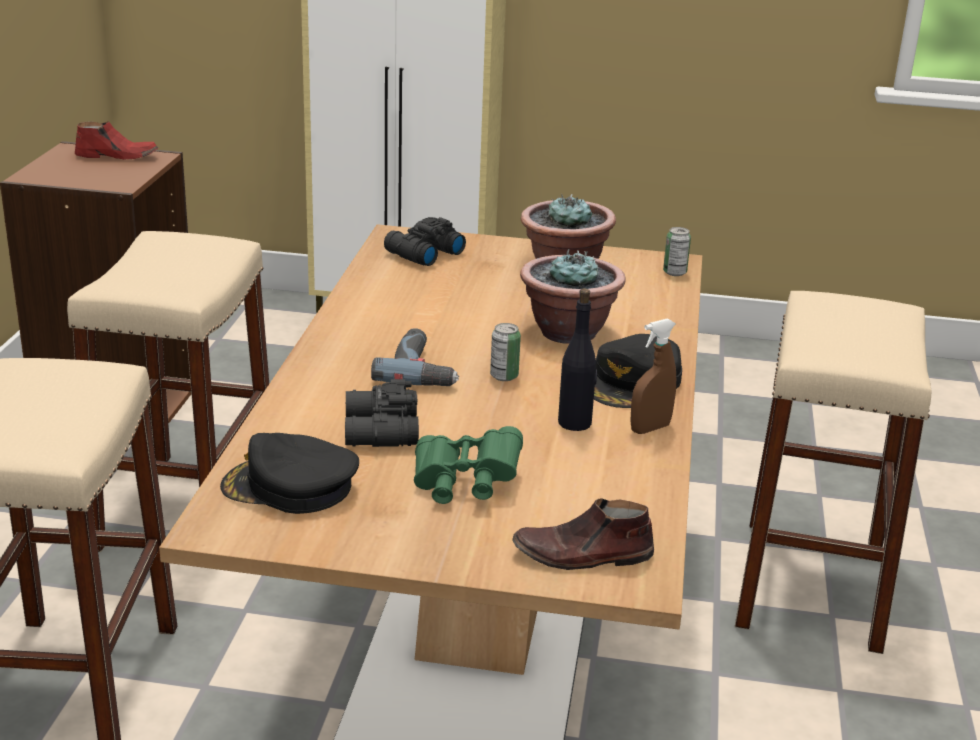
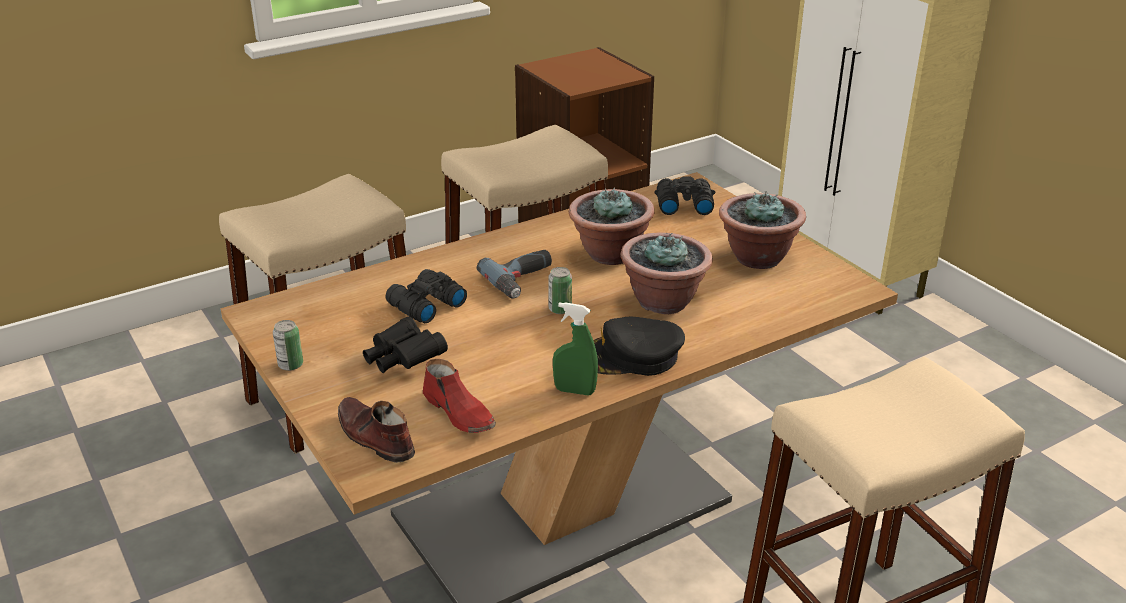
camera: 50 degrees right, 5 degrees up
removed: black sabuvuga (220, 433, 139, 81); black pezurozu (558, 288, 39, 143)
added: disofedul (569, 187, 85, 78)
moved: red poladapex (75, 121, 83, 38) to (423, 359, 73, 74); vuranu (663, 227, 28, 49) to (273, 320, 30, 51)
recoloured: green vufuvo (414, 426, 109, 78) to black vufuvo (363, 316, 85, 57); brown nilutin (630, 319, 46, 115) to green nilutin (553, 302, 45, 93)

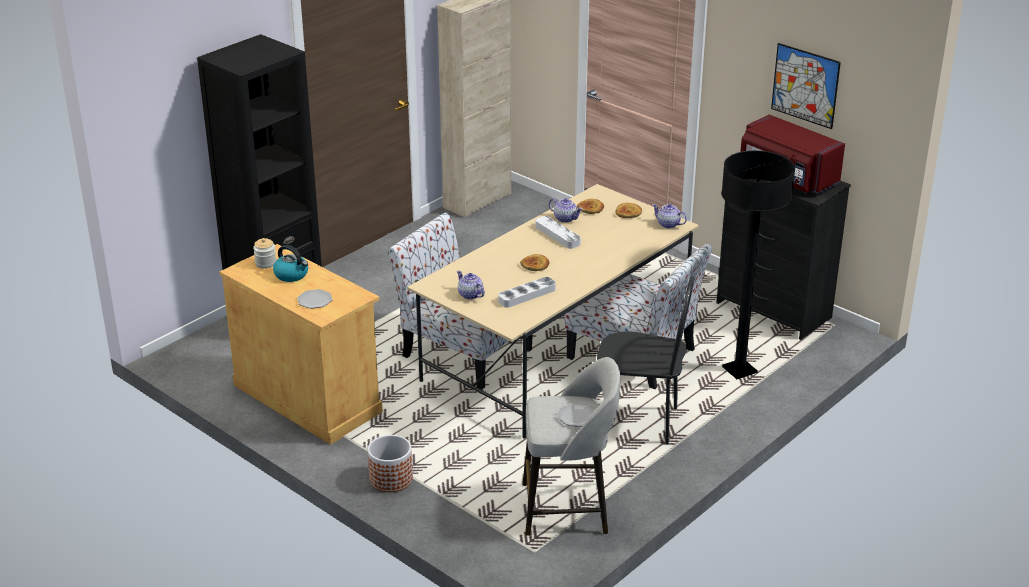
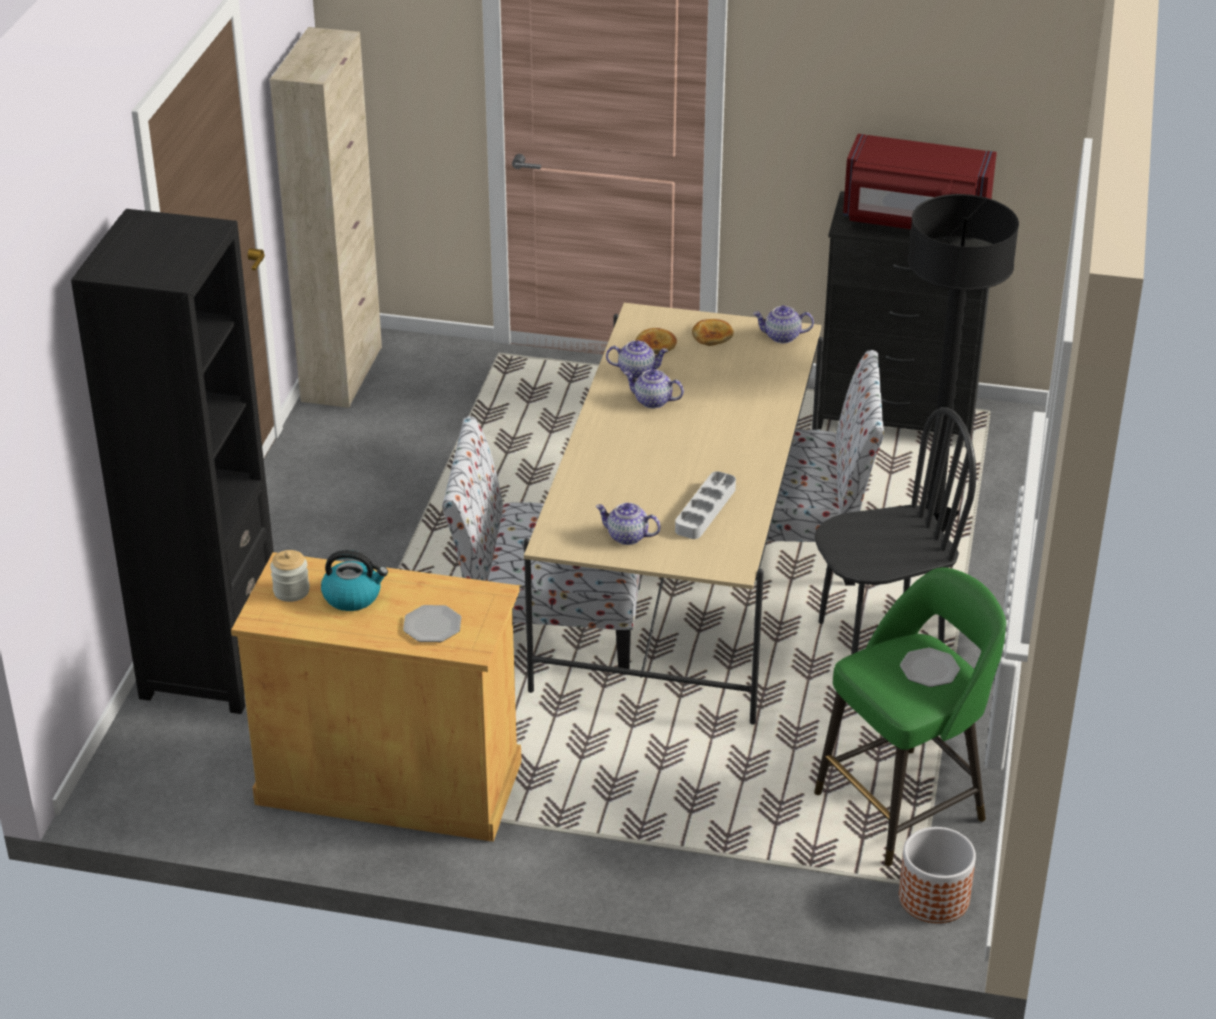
camera: 30 degrees left, 5 degrees up
removed: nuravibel (520, 254, 30, 17); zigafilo (771, 43, 70, 86)
moved: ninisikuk (368, 435, 45, 57) to (899, 827, 77, 96)
replaced: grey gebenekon (536, 216, 45, 33) to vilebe (624, 369, 60, 39)
recoloured: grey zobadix (522, 357, 98, 179) to green zobadix (814, 567, 192, 299)

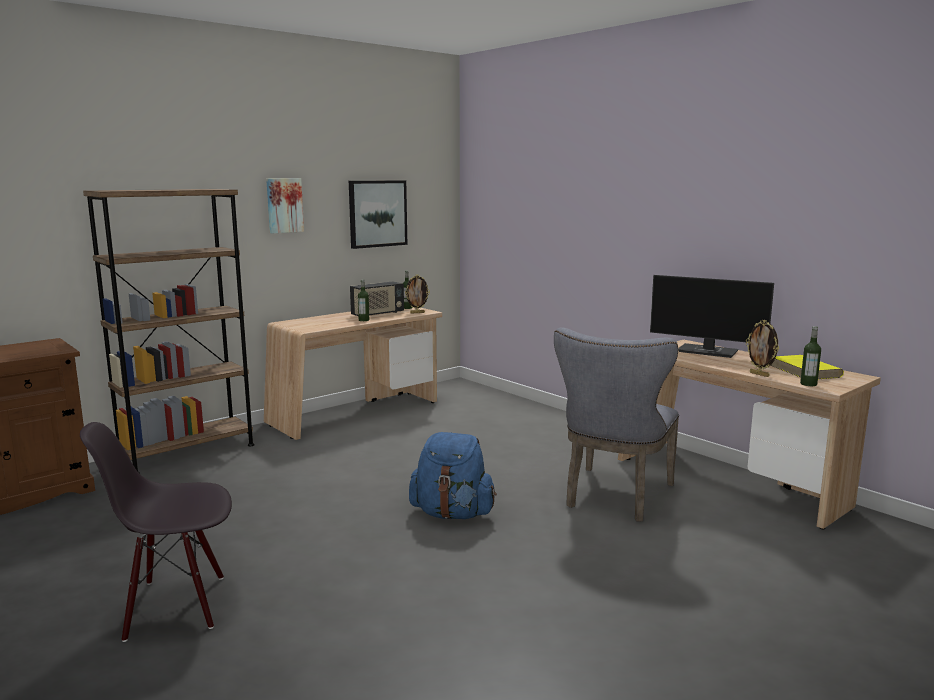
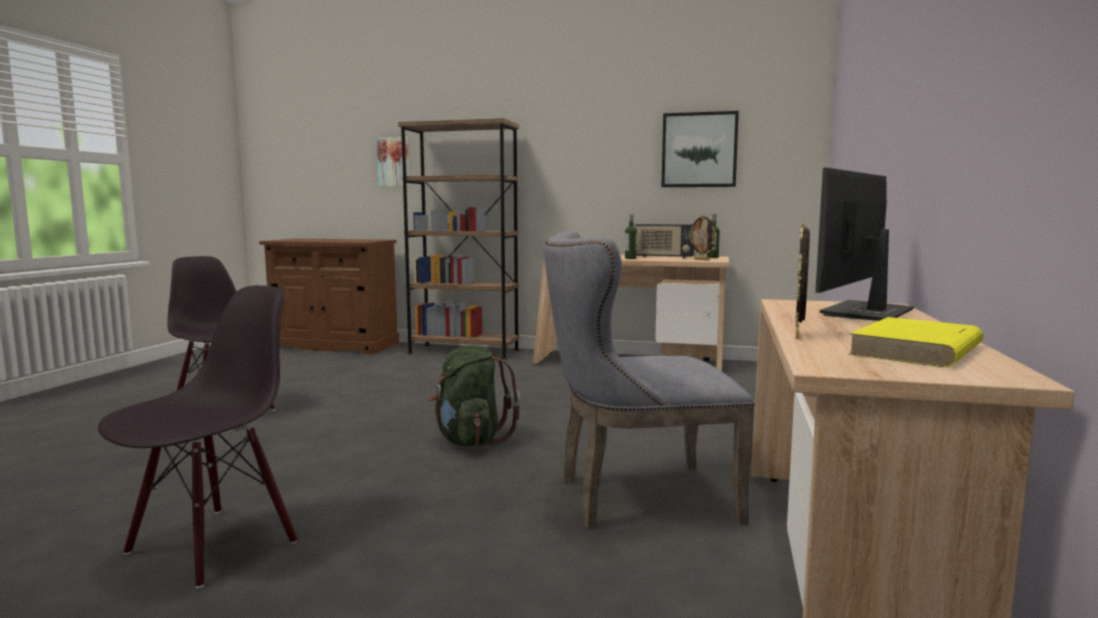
camera: 55 degrees right, 5 degrees down
removed: pezurozu (800, 326, 21, 60)
added: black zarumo (98, 285, 200, 304)
moved: zigafilo (266, 178, 38, 55) to (377, 137, 32, 50)
recoloured: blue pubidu (409, 432, 88, 87) to green pubidu (428, 345, 92, 101)
turned: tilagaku (650, 275, 124, 83) = (815, 168, 99, 153) 45 degrees clockwise

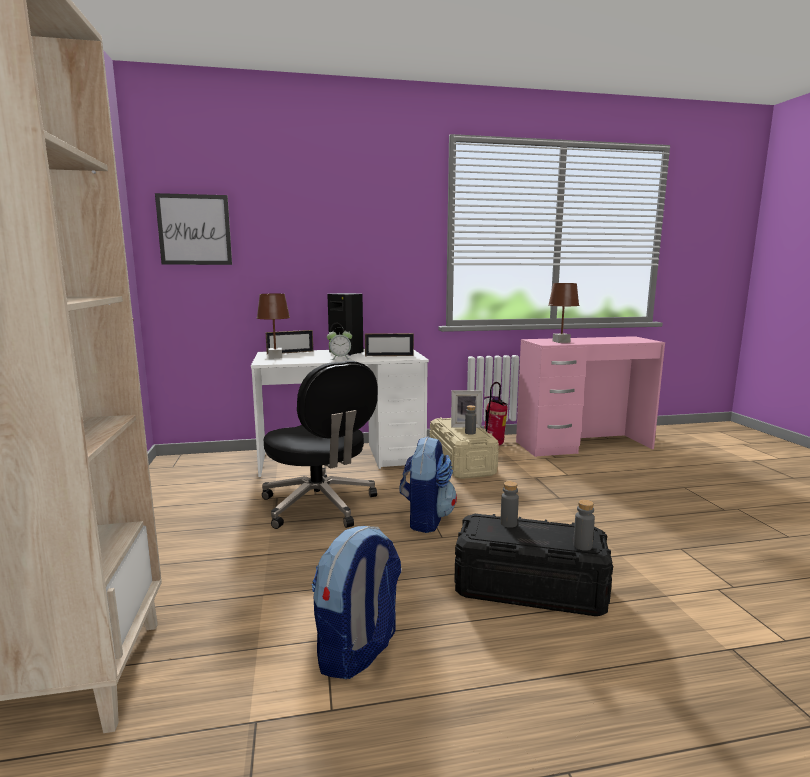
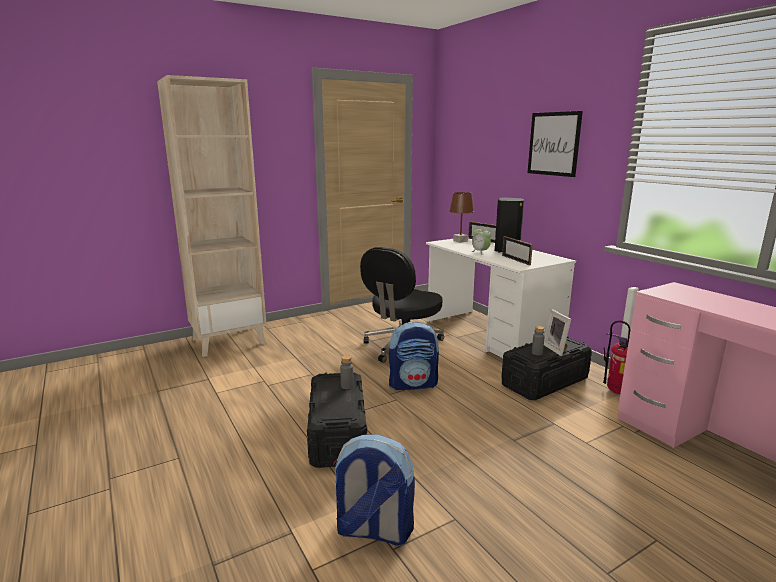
camera: 70 degrees right, 5 degrees up
removed: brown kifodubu (548, 283, 31, 60); grey pezurozu (573, 499, 22, 52)
moved: zigafilo (155, 193, 77, 72) to (528, 111, 55, 66); pubidu (312, 526, 89, 153) to (333, 434, 82, 112)
recoloured: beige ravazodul (430, 418, 69, 61) to black ravazodul (502, 336, 90, 64)

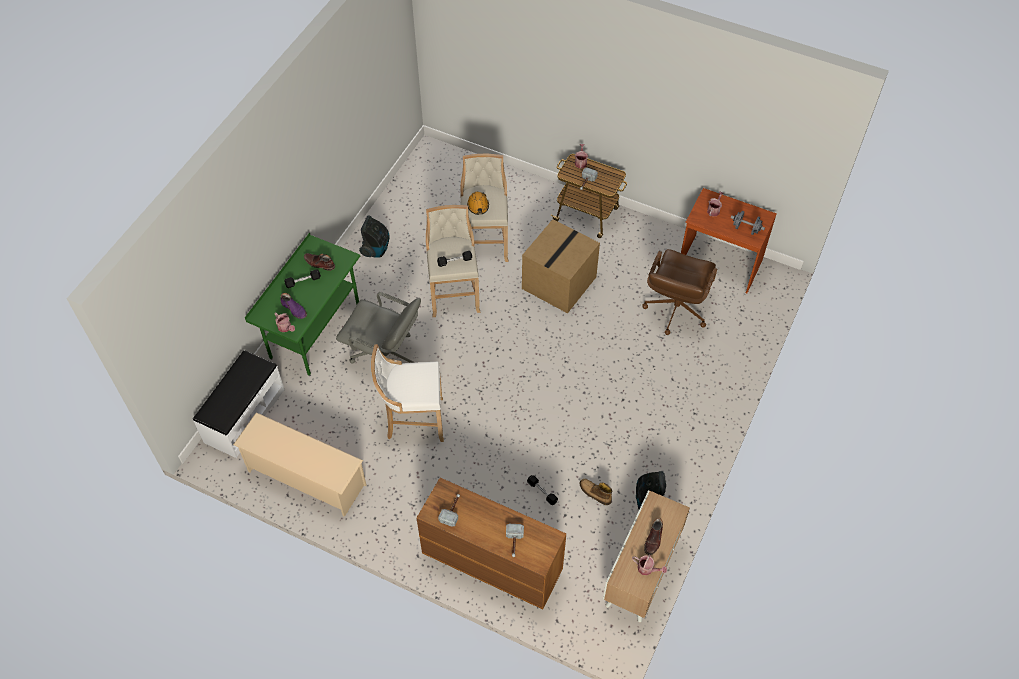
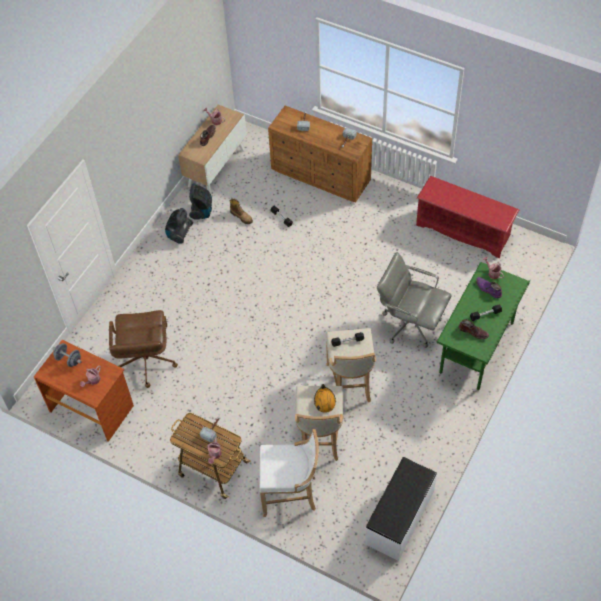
camera: 175 degrees left, 0 degrees up
removed: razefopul (522, 219, 78, 94)
moved: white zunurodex (193, 350, 92, 108) to (365, 457, 72, 104); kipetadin (359, 215, 31, 43) to (165, 208, 28, 36); white zobadix (371, 344, 73, 98) to (260, 429, 59, 88)
recoloured: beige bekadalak (233, 412, 133, 105) to red bekadalak (416, 176, 103, 82)
turned: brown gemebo (642, 249, 75, 86) = (109, 310, 69, 78) 150 degrees clockwise

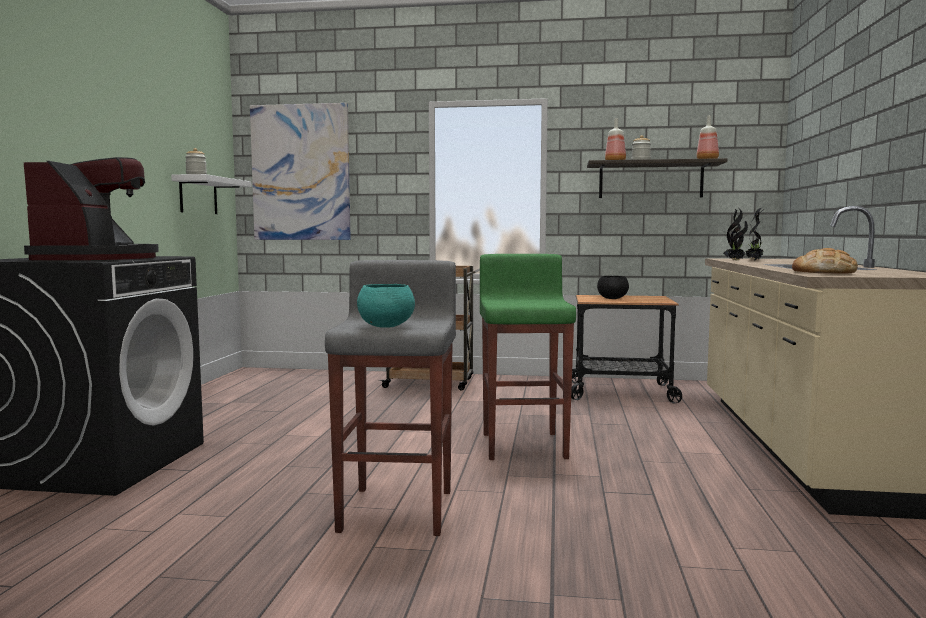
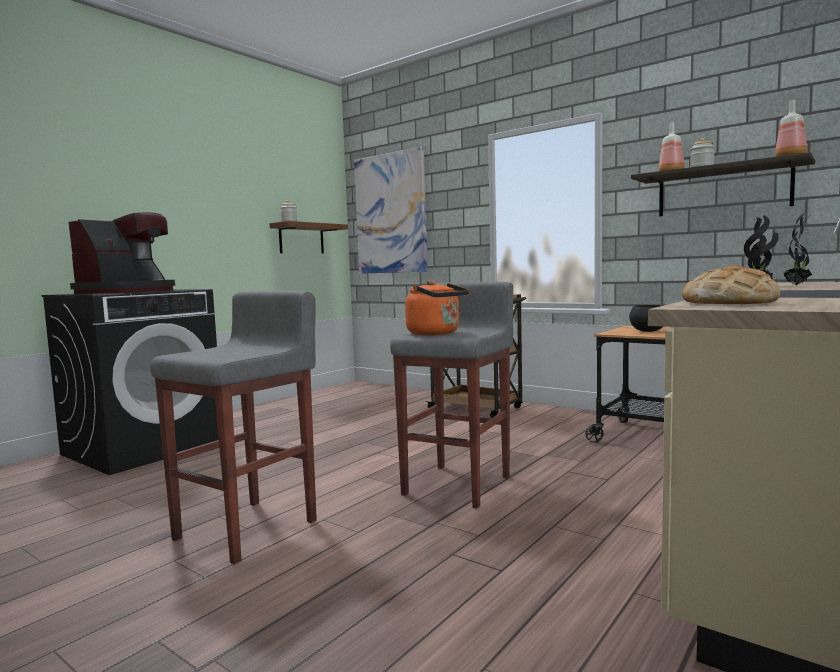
camera: 30 degrees right, 0 degrees up
removed: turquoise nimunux (357, 284, 58, 44)
added: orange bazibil (405, 281, 64, 54)
recoloured: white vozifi (171, 174, 80, 40) to brown vozifi (270, 221, 78, 32); green zobadix (480, 254, 96, 206) to grey zobadix (390, 282, 123, 226)

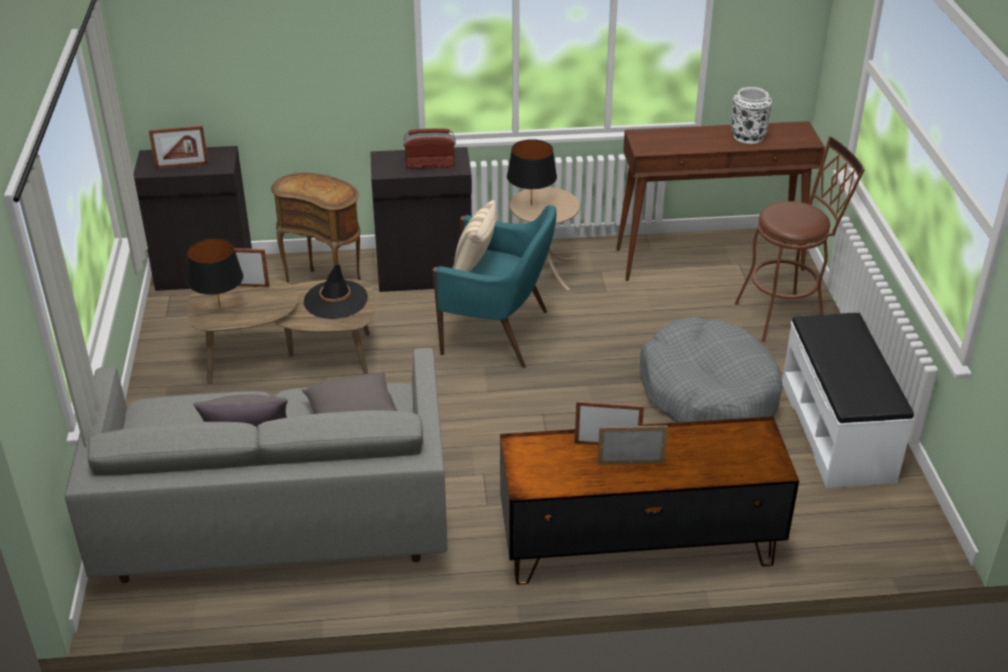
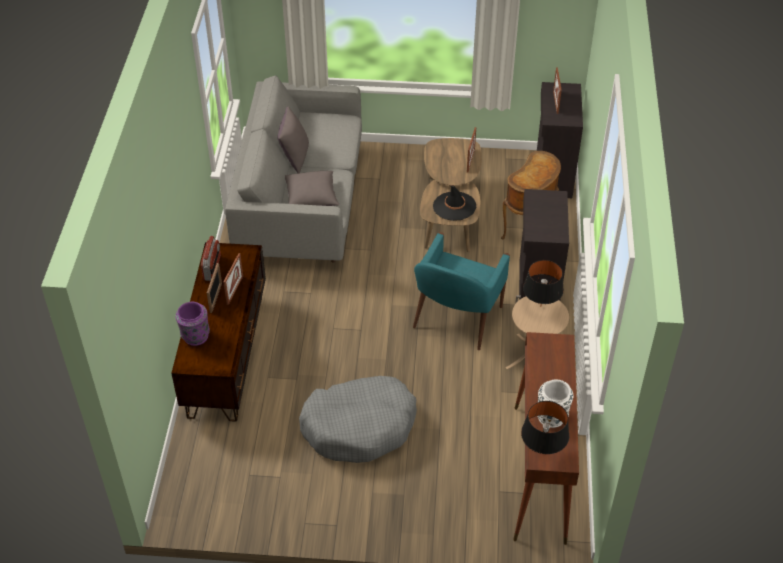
camera: 100 degrees right, 10 degrees up
removed: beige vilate (454, 200, 42, 72); brown zobadix (735, 136, 130, 206); white zunurodex (782, 312, 132, 176)
added: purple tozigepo (176, 302, 34, 44)
moved: black kifodubu (187, 238, 56, 71) to (521, 401, 48, 53); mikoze (403, 128, 53, 41) to (201, 236, 20, 45)

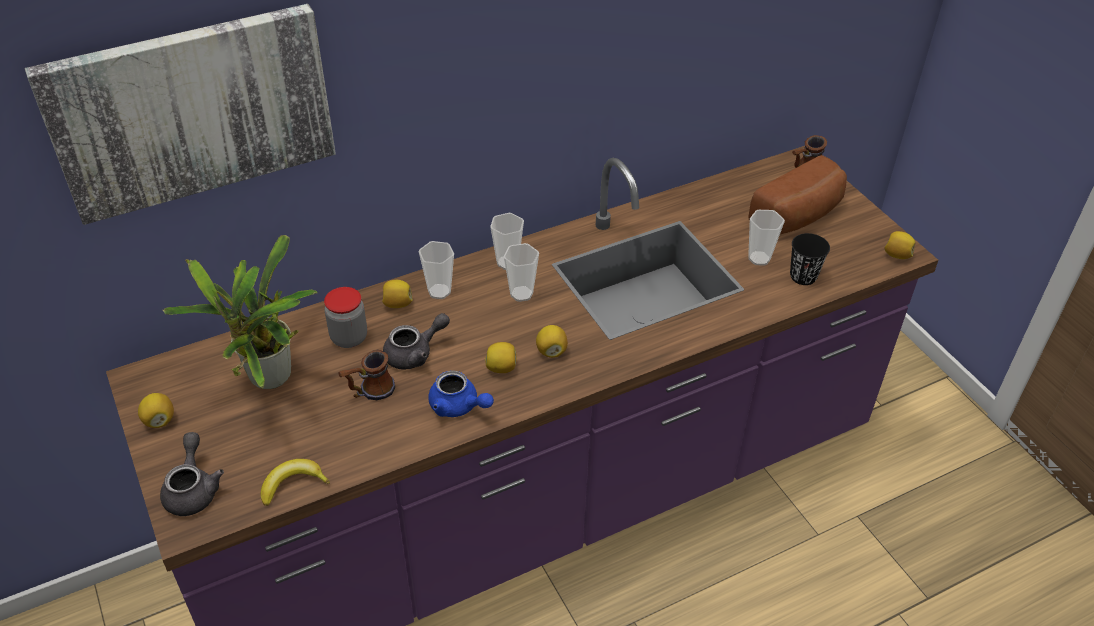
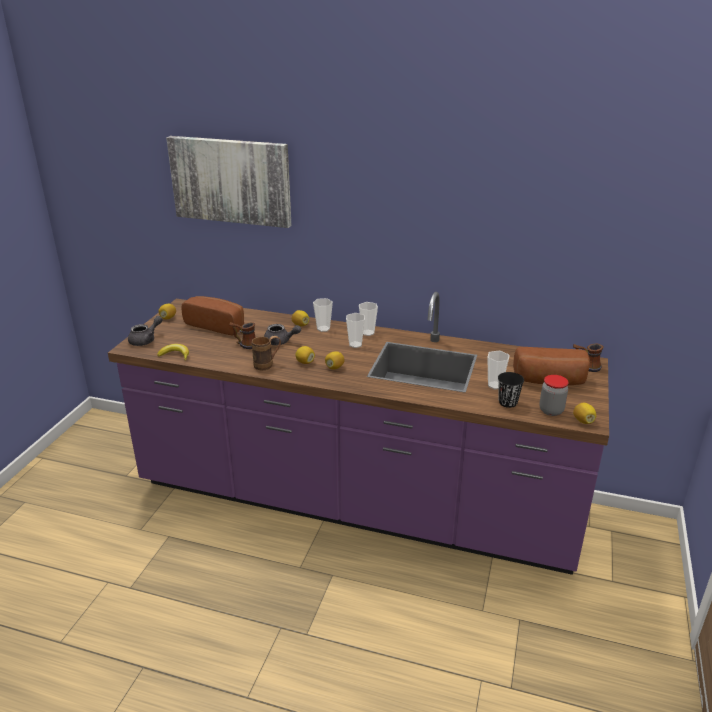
camera: 45 degrees right, 15 degrees down
moved: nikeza (324, 287, 43, 61) to (539, 375, 30, 41)
replaced: disofedul (163, 235, 154, 154) to nuravibel (181, 296, 63, 39); blue vilebe (428, 370, 66, 47) to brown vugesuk (252, 336, 29, 34)

